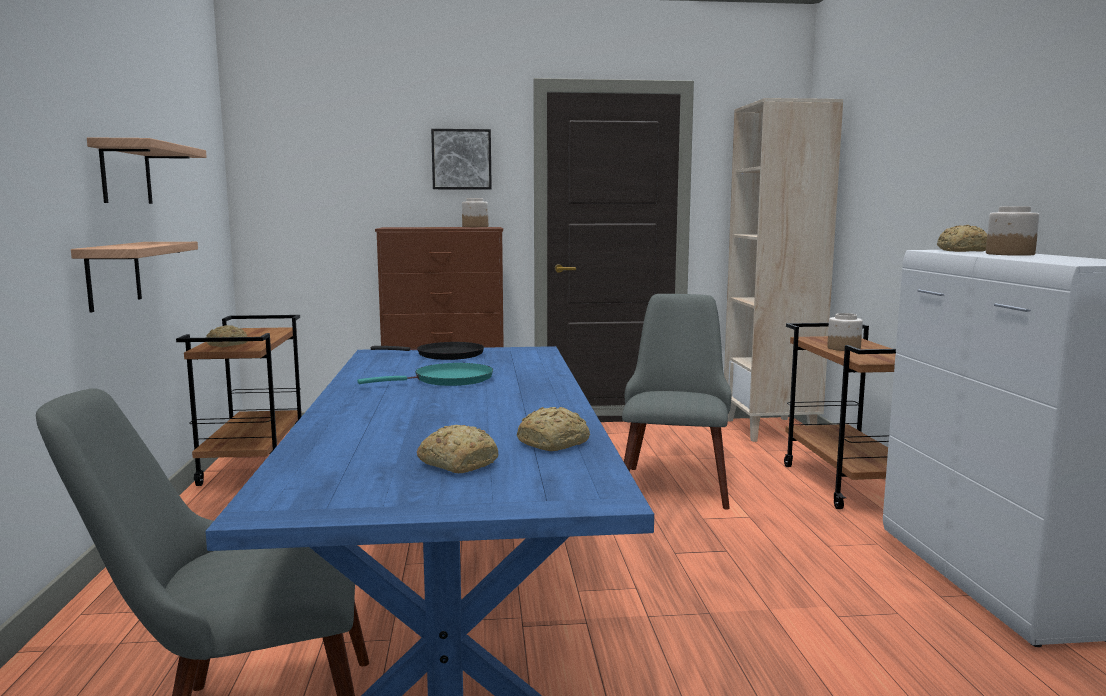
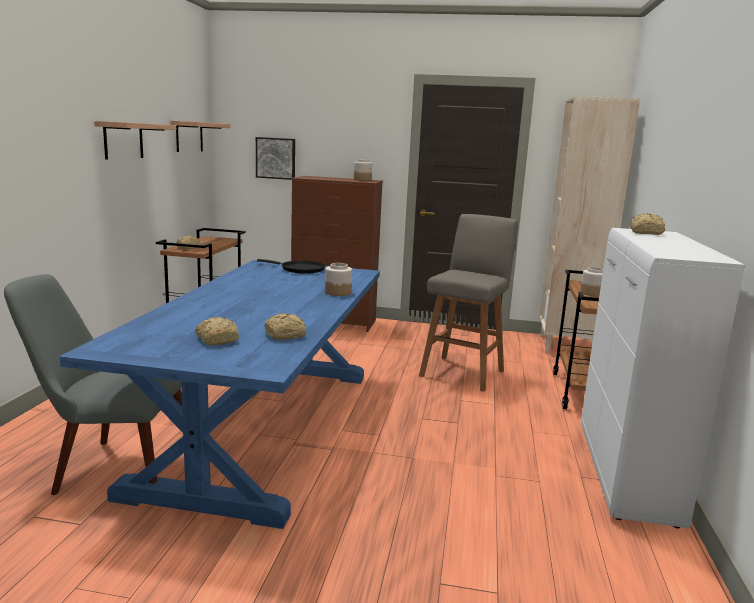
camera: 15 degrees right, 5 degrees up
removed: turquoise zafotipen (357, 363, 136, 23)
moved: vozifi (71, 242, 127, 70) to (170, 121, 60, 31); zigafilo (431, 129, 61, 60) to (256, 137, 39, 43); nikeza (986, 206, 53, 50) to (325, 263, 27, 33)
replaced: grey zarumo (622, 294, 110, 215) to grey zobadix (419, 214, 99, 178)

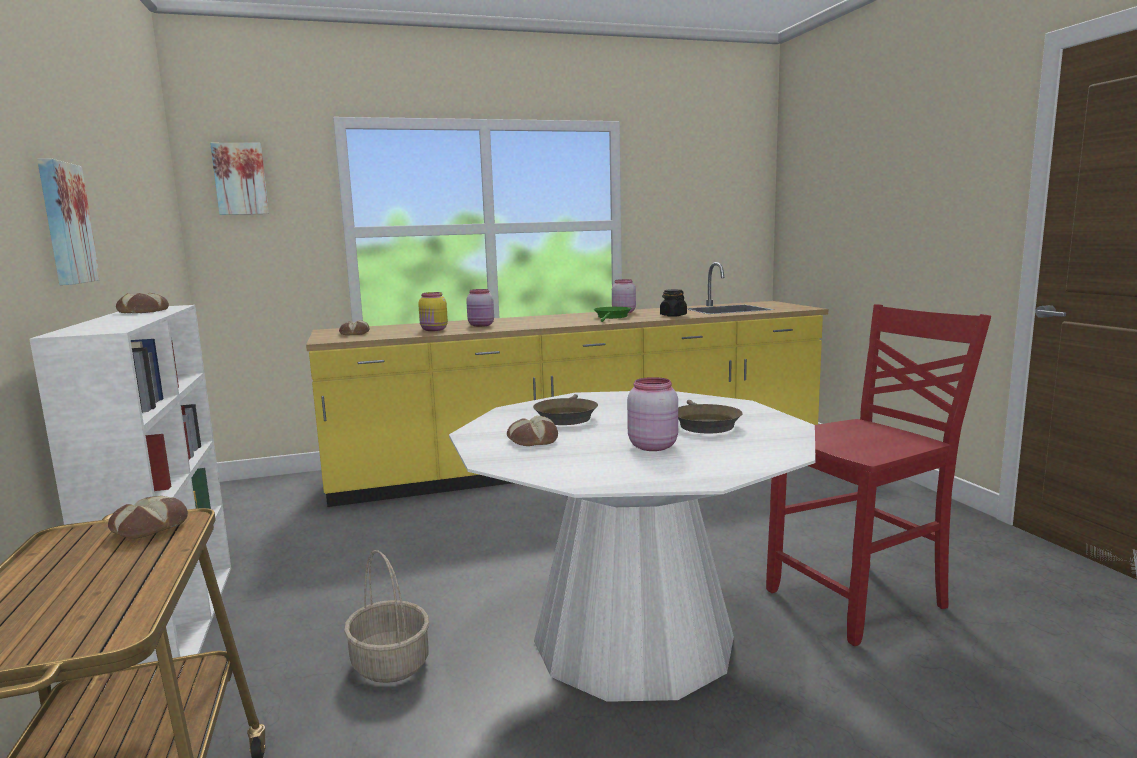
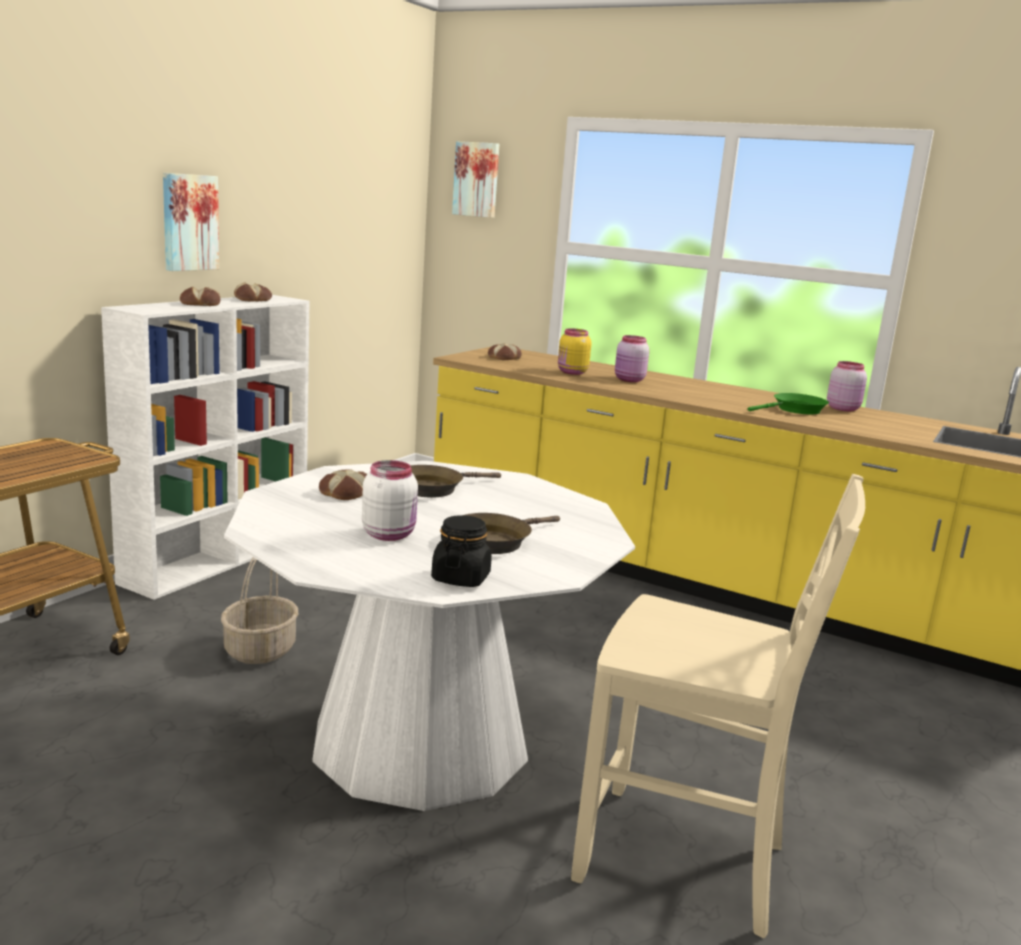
camera: 45 degrees right, 5 degrees up
moved: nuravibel (108, 496, 80, 43) to (180, 287, 40, 19); black nikeza (660, 289, 27, 28) to (431, 515, 61, 72)
recoloured: pink nikeza (627, 377, 51, 74) to white nikeza (362, 460, 56, 81); red zarumo (766, 304, 225, 342) to beige zarumo (571, 474, 294, 464)

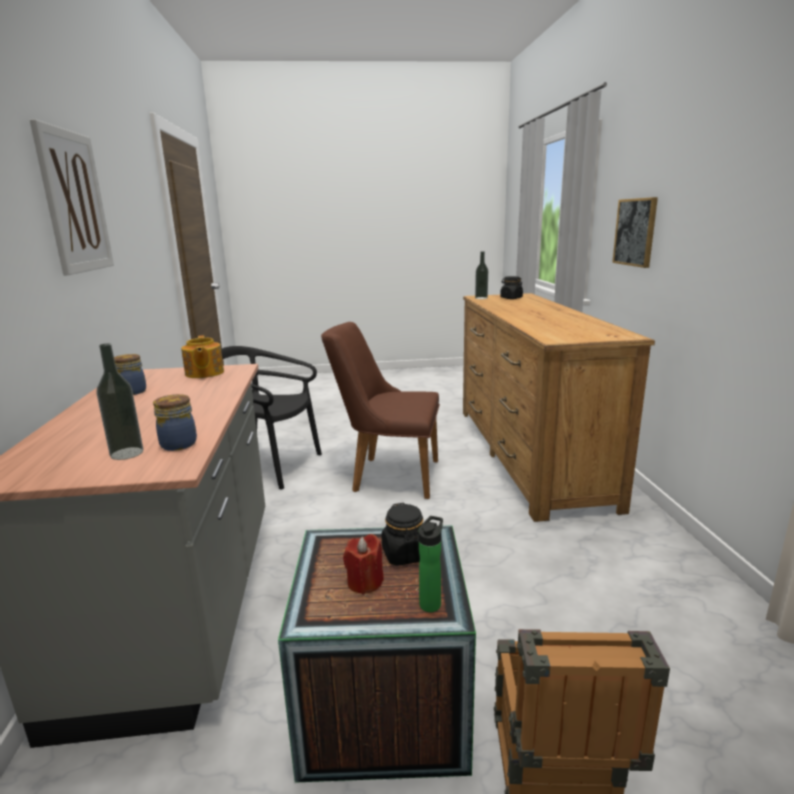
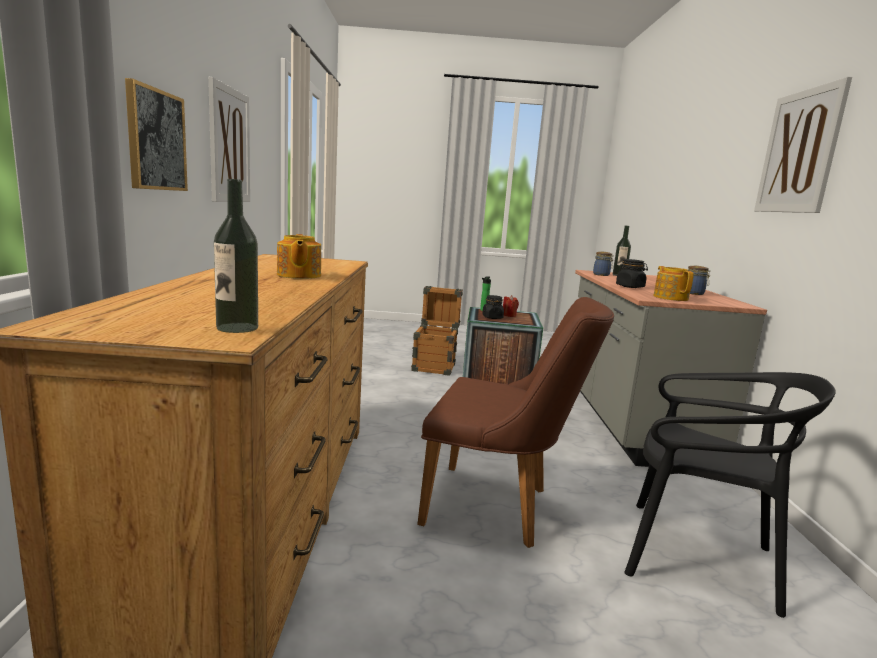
camera: 175 degrees left, 5 degrees down
added: zigafilo (208, 77, 42, 125); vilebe (277, 234, 44, 45)
moved: black nikeza (500, 276, 23, 23) to (616, 259, 32, 29)

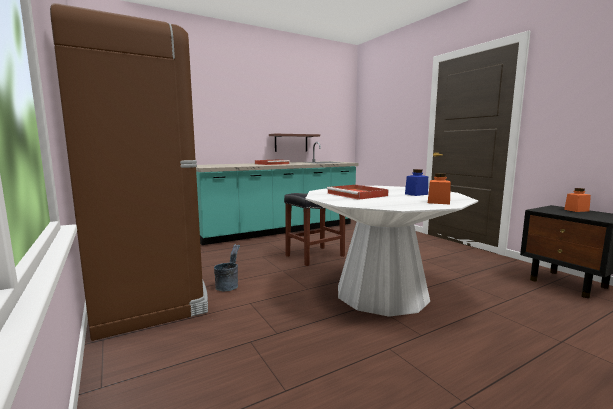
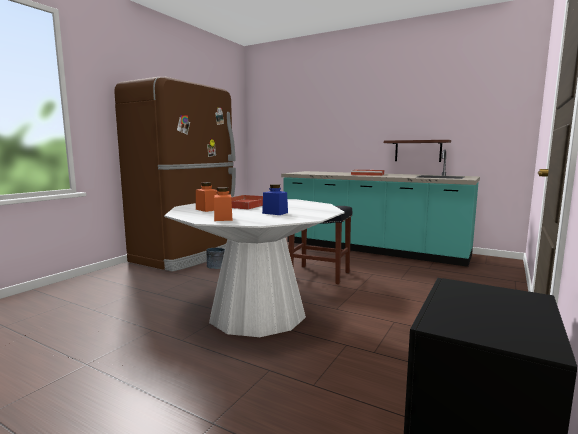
camera: 60 degrees right, 0 degrees up
moved: orange nikeza (564, 188, 27, 24) to (196, 182, 21, 30)

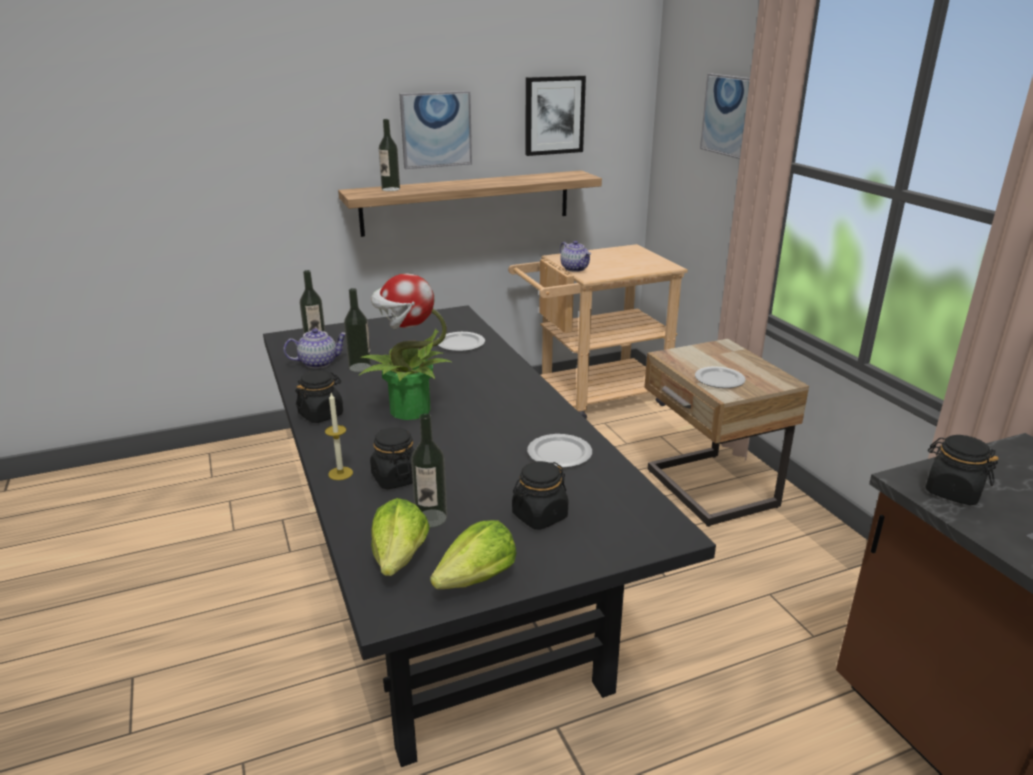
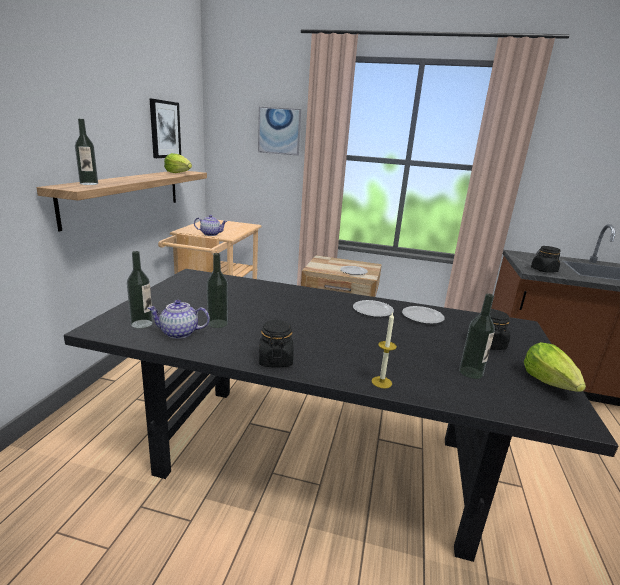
camera: 55 degrees left, 5 degrees down
removed: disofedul (359, 273, 92, 147); black nikeza (370, 427, 45, 62); zigafilo (399, 91, 73, 78)
moved: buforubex (371, 498, 59, 78) to (164, 153, 28, 20); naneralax (438, 332, 47, 19) to (353, 300, 41, 17)
turned: vilebe (283, 328, 62, 41) = (147, 300, 63, 39) 105 degrees counterclockwise

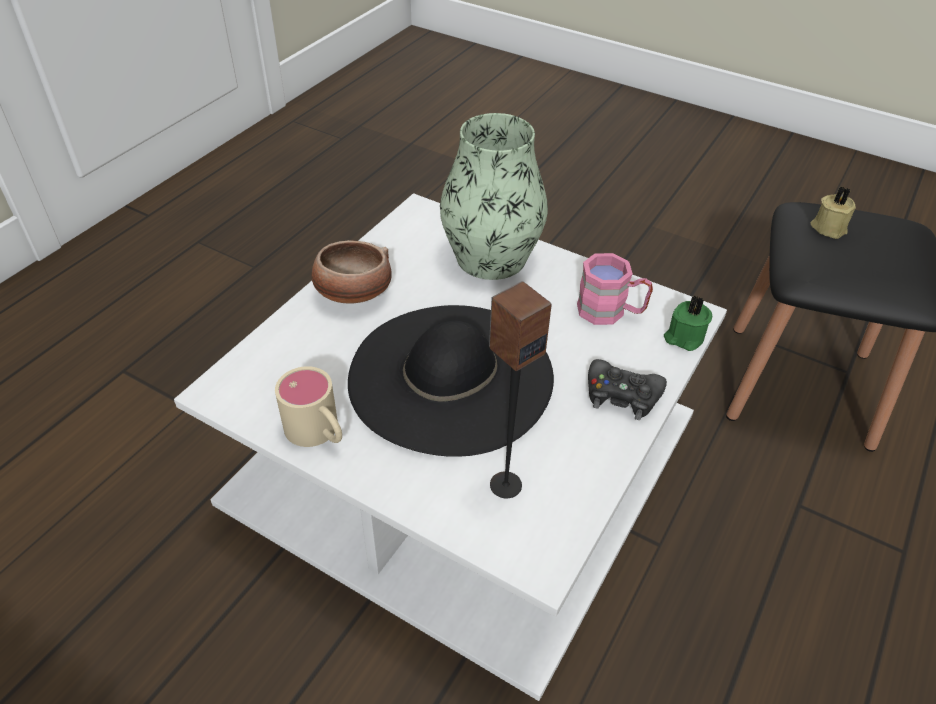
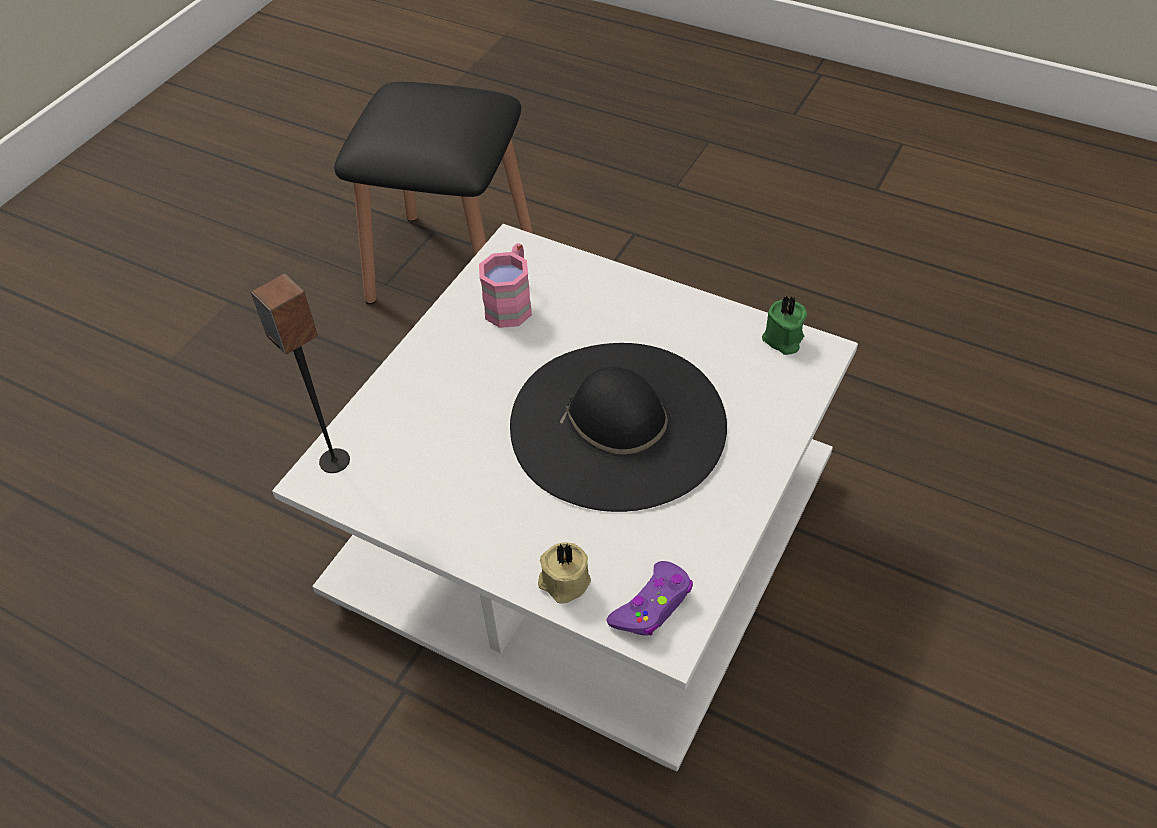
camera: 90 degrees left, 5 degrees up
removed: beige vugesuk (275, 366, 67, 81); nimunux (311, 240, 81, 63); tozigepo (440, 113, 108, 167); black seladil (588, 359, 79, 61)
added: purple seladil (607, 561, 86, 75)
moved: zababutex (489, 281, 63, 217) to (251, 273, 99, 200); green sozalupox (664, 295, 48, 56) to (762, 296, 45, 59); beige sozalupox (810, 187, 46, 52) to (538, 542, 53, 62)

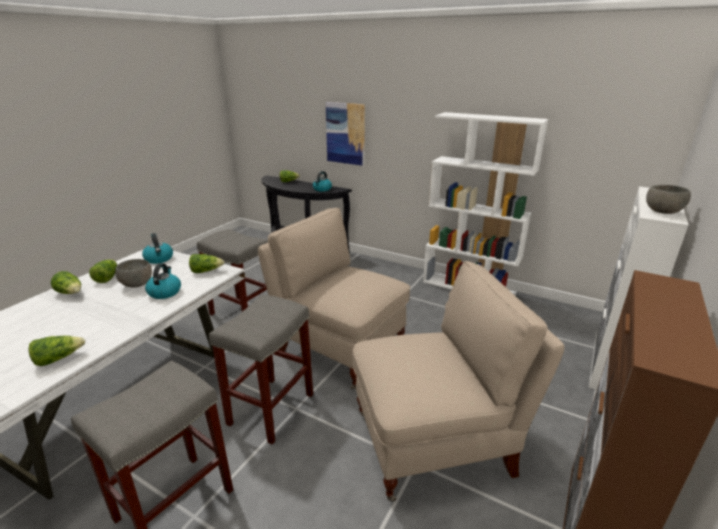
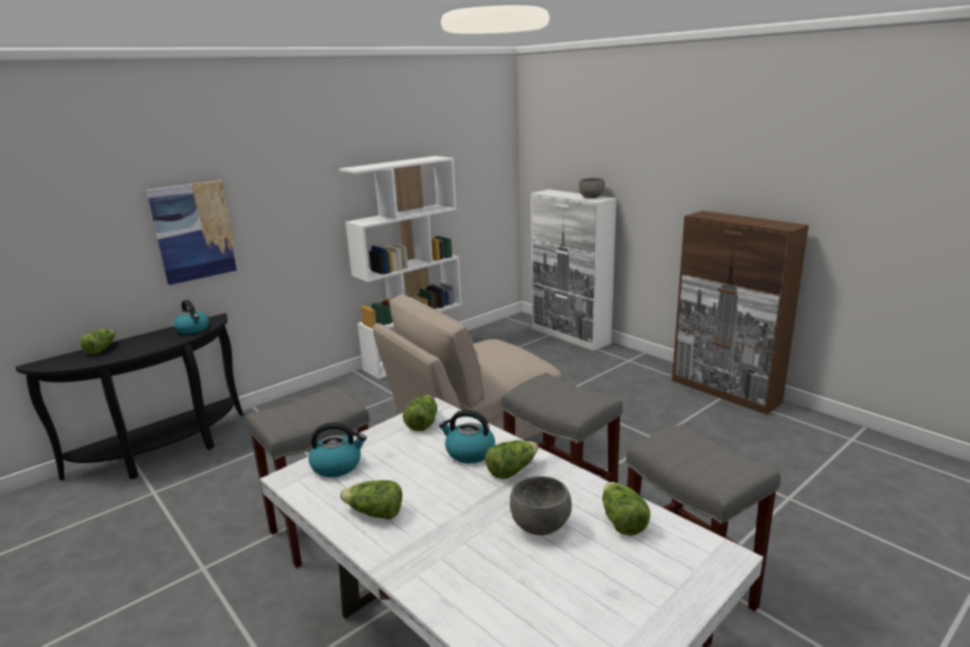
camera: 70 degrees left, 5 degrees down
removed: beige zarumo (352, 261, 213, 240)
moved: buforubex (51, 271, 30, 23) to (485, 440, 53, 39); grey nimunux (115, 259, 37, 28) to (510, 476, 62, 59)

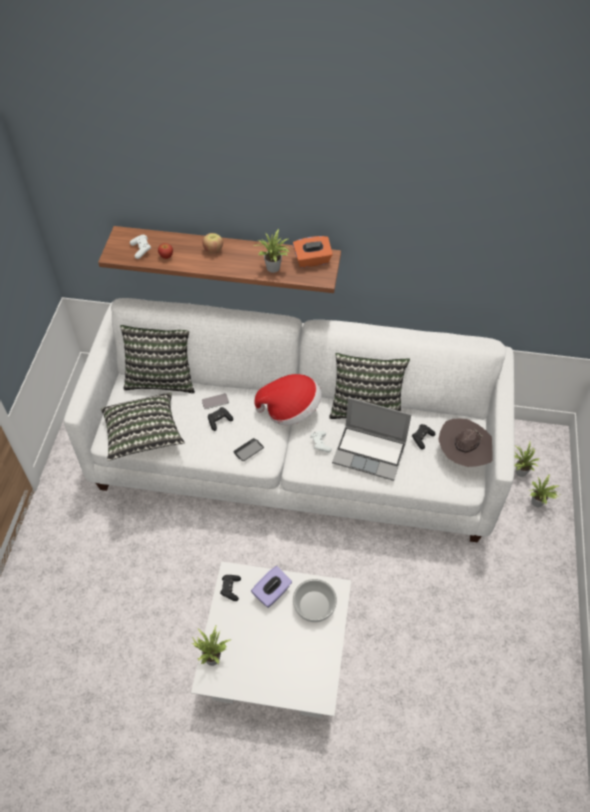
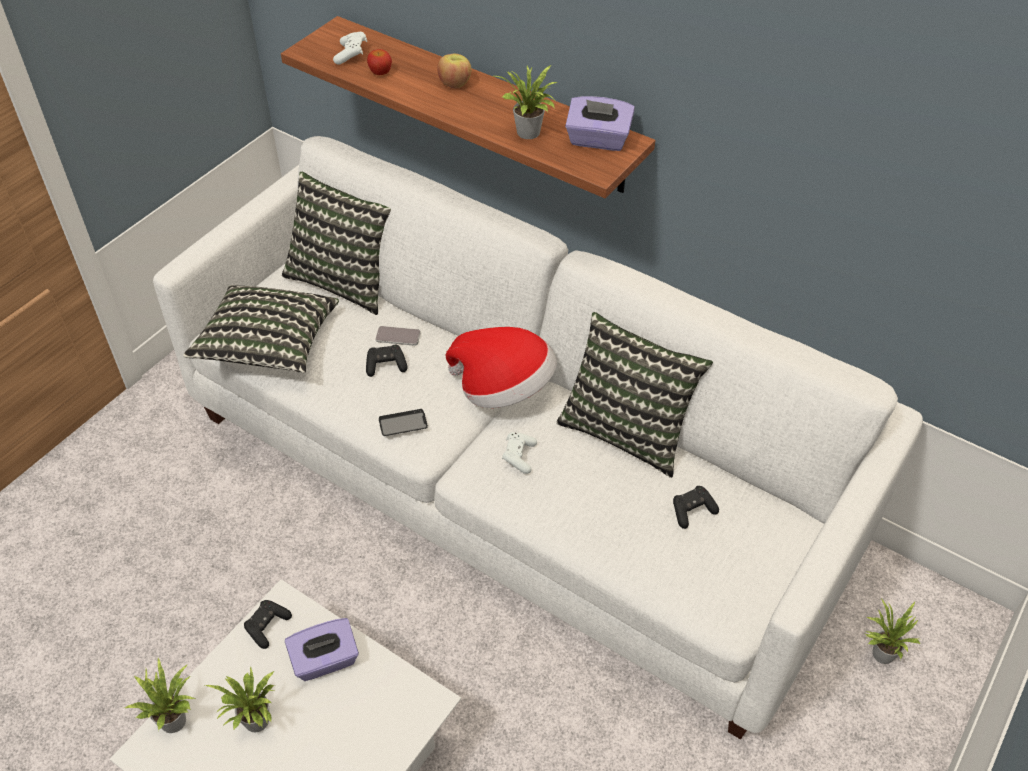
camera: 25 degrees right, 5 degrees down
removed: nimunux (293, 579, 44, 43); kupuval (332, 398, 79, 83); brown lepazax (438, 418, 55, 49)
moved: disofedul (529, 474, 30, 33) to (205, 666, 70, 66)
recoloured: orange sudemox (293, 236, 40, 32) to purple sudemox (565, 96, 70, 55)

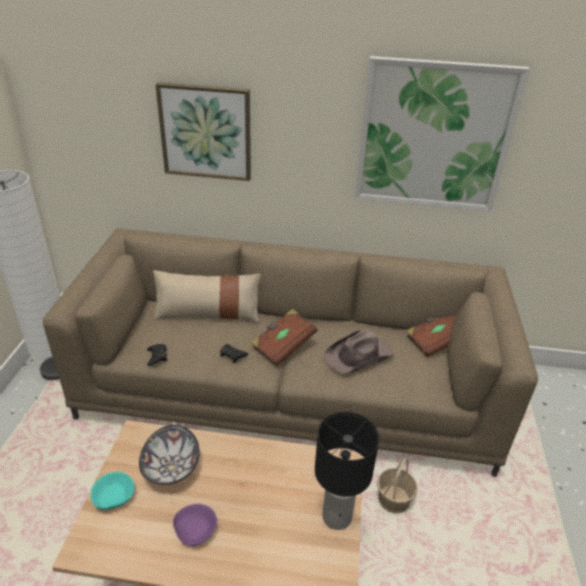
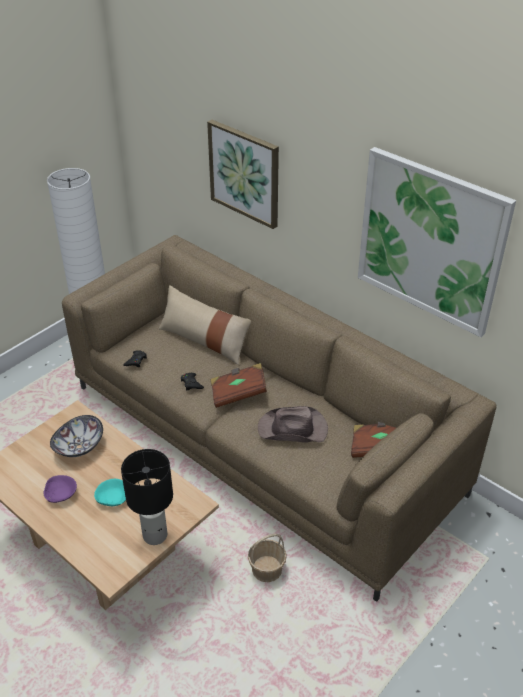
camera: 35 degrees right, 5 degrees up
moved: turquoise nimunux (91, 472, 44, 38) to (94, 479, 32, 27)

